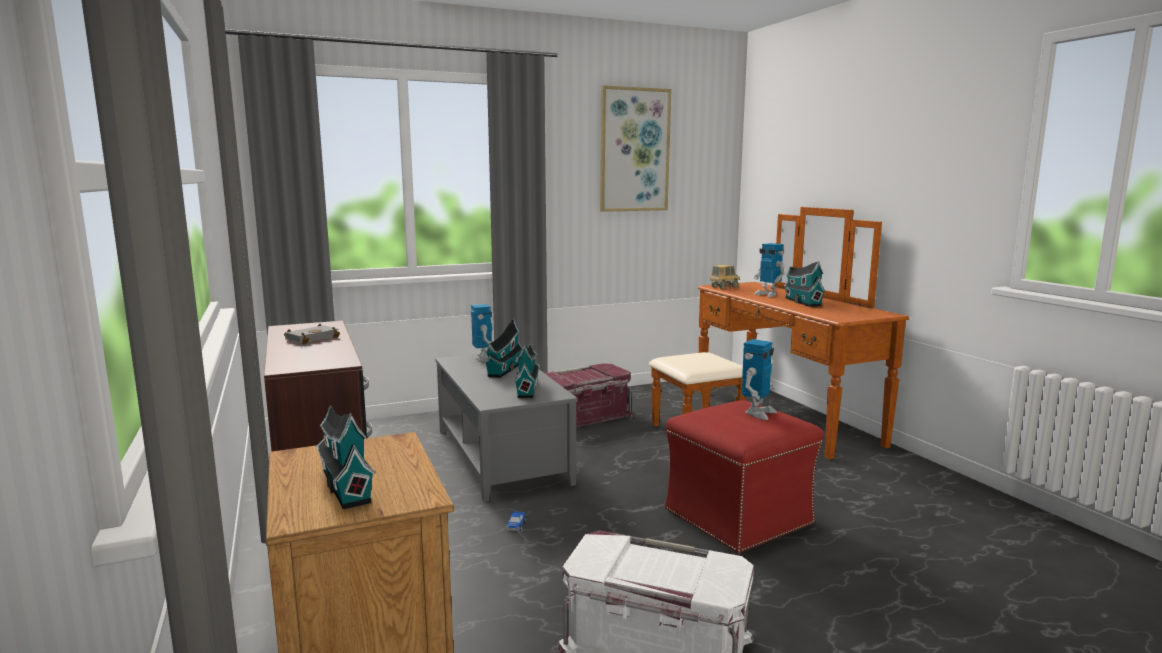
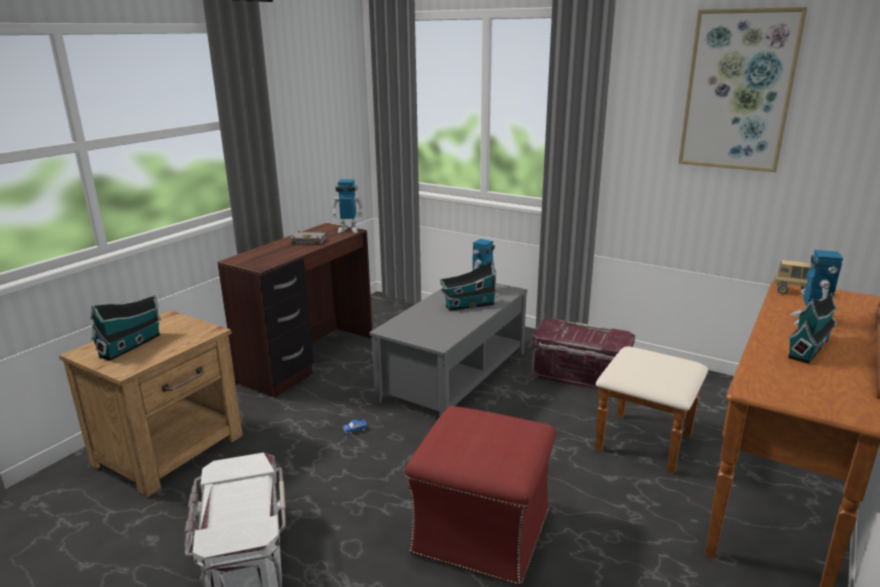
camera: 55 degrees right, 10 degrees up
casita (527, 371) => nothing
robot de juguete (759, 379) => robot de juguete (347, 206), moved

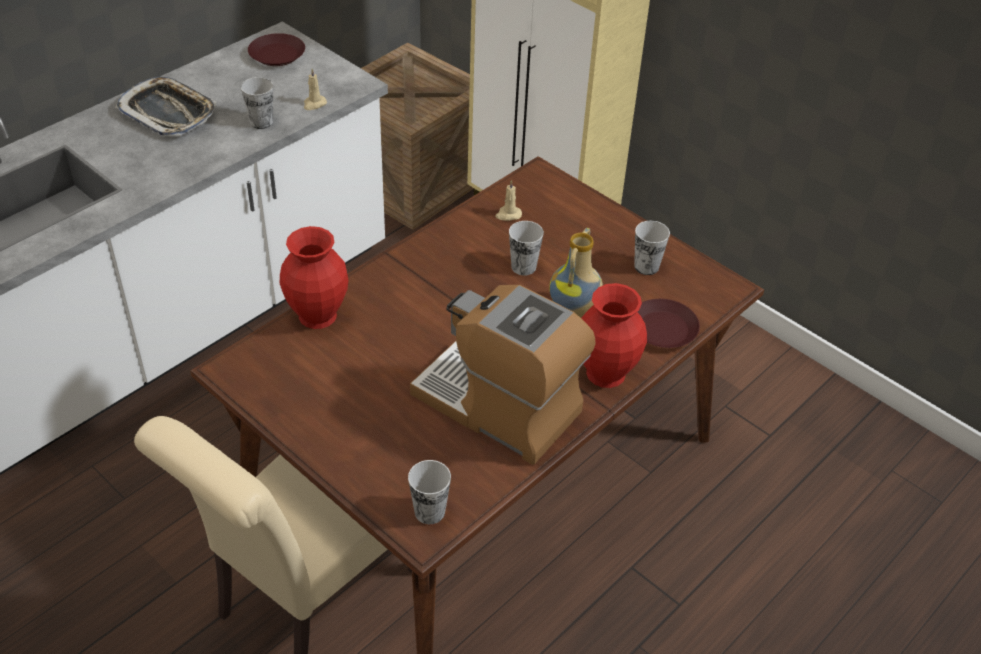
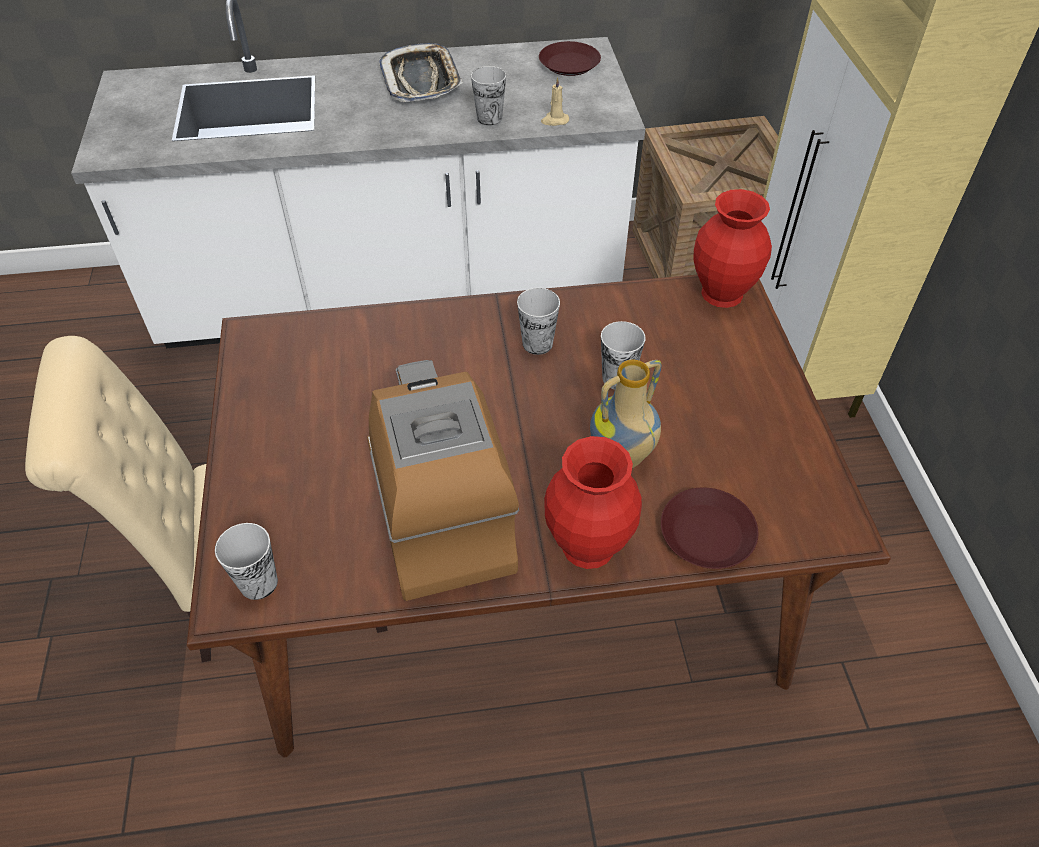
camera: 40 degrees right, 5 degrees up
florero (rojo) (314, 277) => florero (rojo) (733, 248), moved
vela (beis) (508, 200) => nothing
taza (652, 248) => taza (538, 321), moved

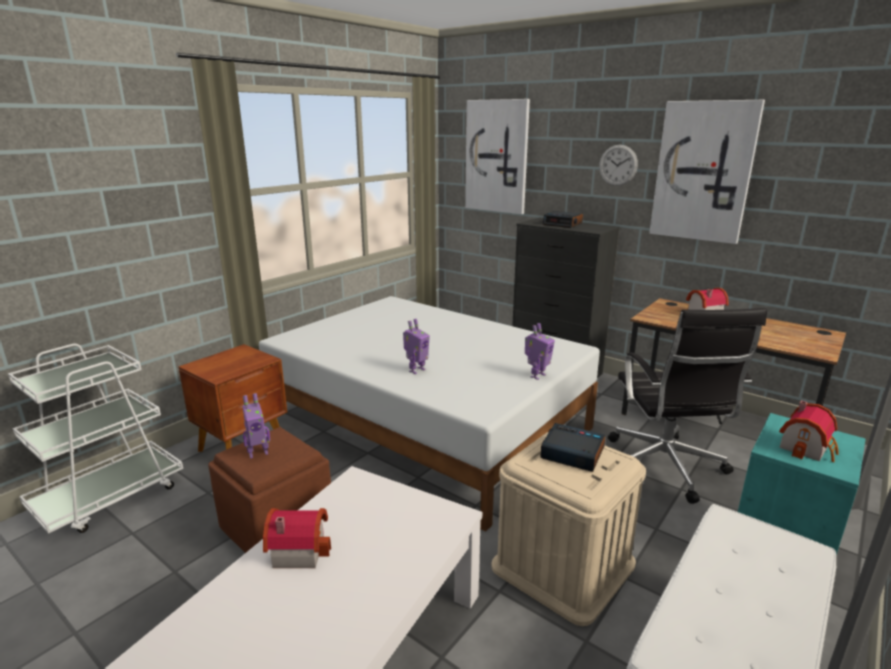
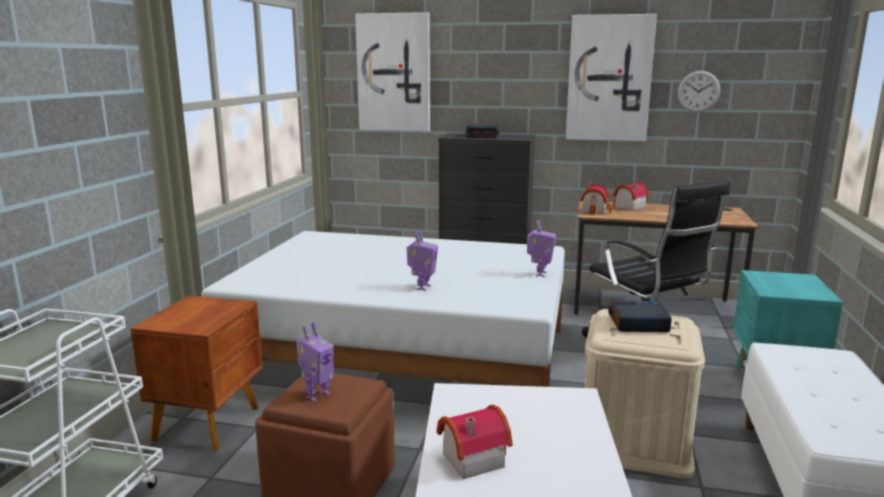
camera: 25 degrees left, 5 degrees down
reloj de pared (618, 165) => reloj de pared (698, 91), moved
casita (809, 431) => casita (596, 199), moved

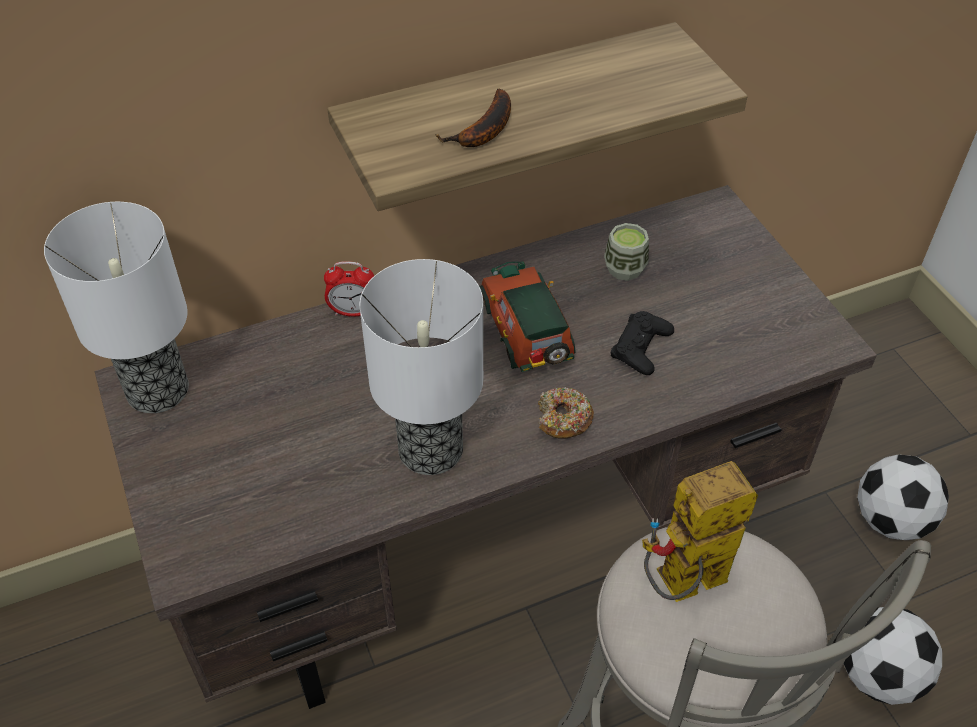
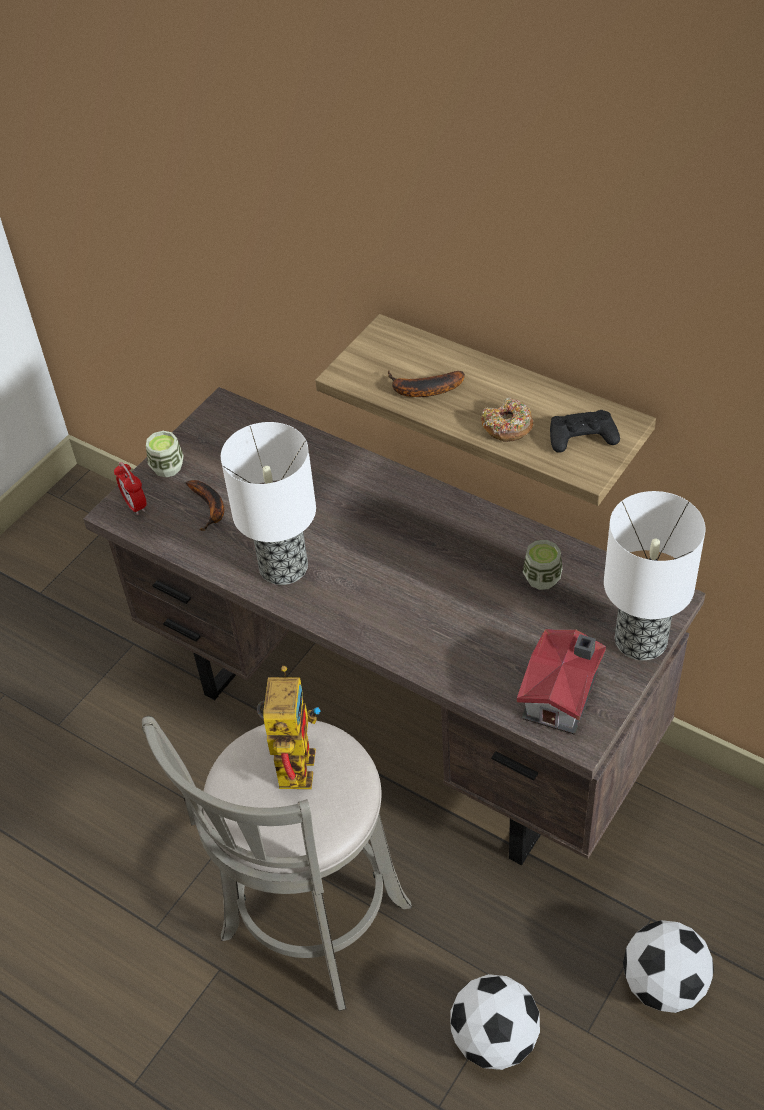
camera: 60 degrees right, 0 degrees up
lámpara de mesa (116, 307) => lámpara de mesa (654, 575), moved
despertador (349, 289) => despertador (130, 488), moved
coche de juguete (527, 317) => nothing
rosquilla (566, 413) => rosquilla (507, 420), moved
mando de consola (negro) (642, 343) => mando de consola (negro) (585, 431), moved
robot de juguete (700, 531) => robot de juguete (289, 727), 60 degrees clockwise
nothing => taza (165, 454)
nothing => plátano (205, 505)
nothing => casita (561, 681)

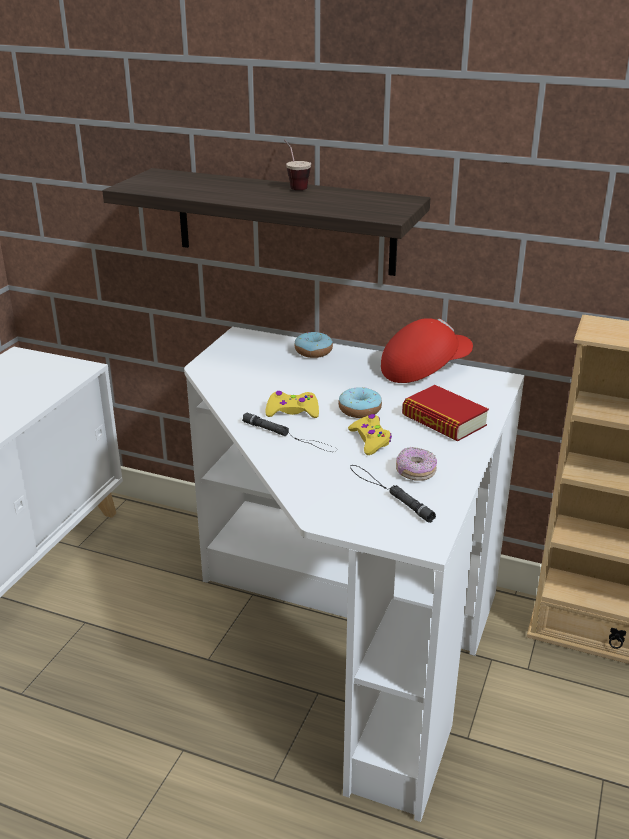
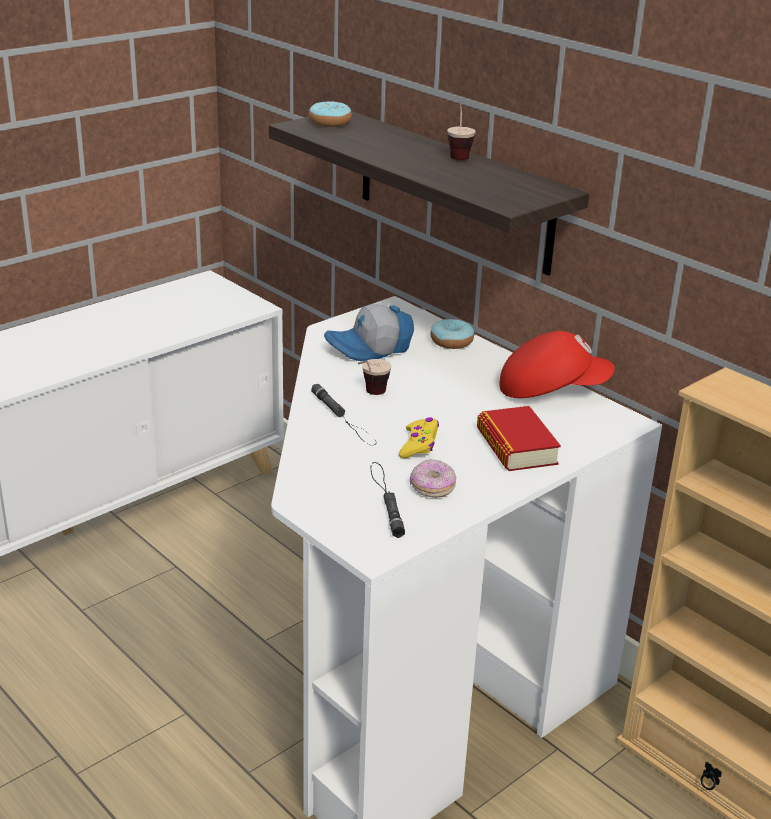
camera: 25 degrees right, 0 degrees up
mando de consola (amarillo) (292, 404) => taza (375, 377)
rosquilla (360, 402) => rosquilla (330, 114), moved
nothing => gorra (369, 332)

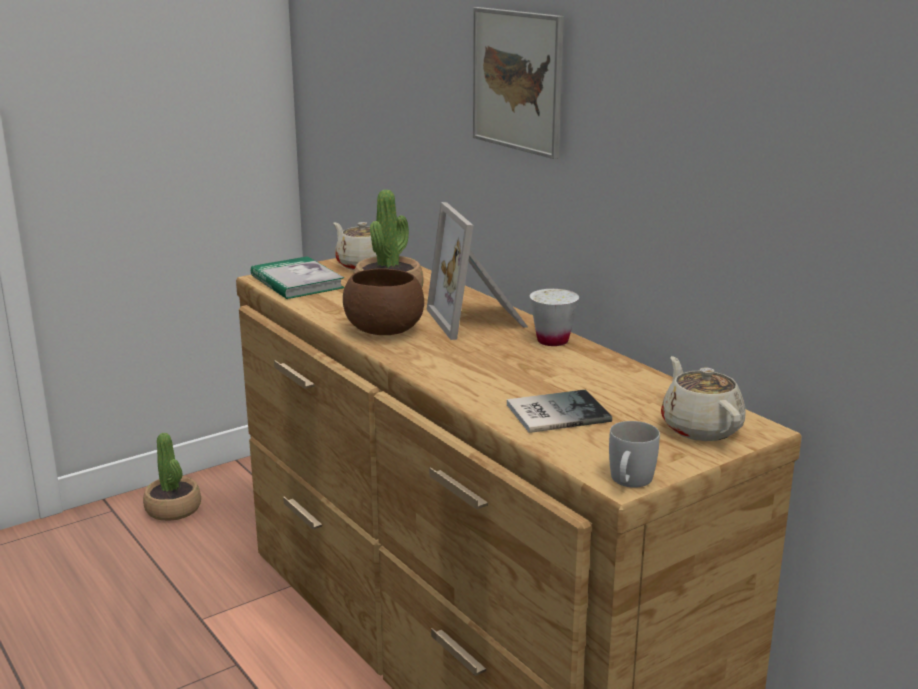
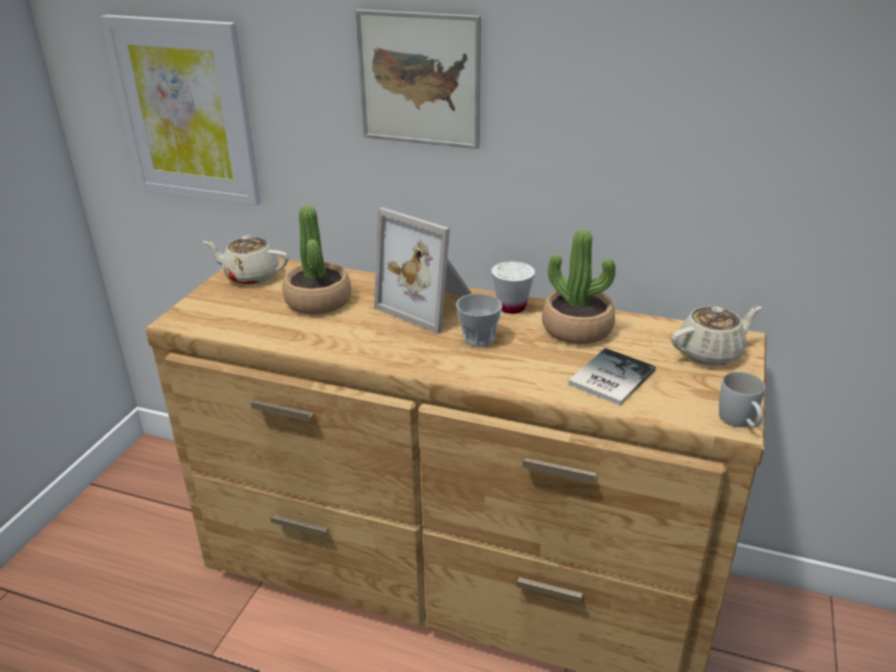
camera: 35 degrees left, 10 degrees up
planta en maceta (172, 477) => planta en maceta (579, 286), moved
libro (298, 277) => nothing
cuenco (marrón) (383, 301) => nothing
tetera (beis) (703, 398) => tetera (beis) (716, 336), 120 degrees clockwise
nothing => cuadro (181, 110)
nothing => taza (479, 320)

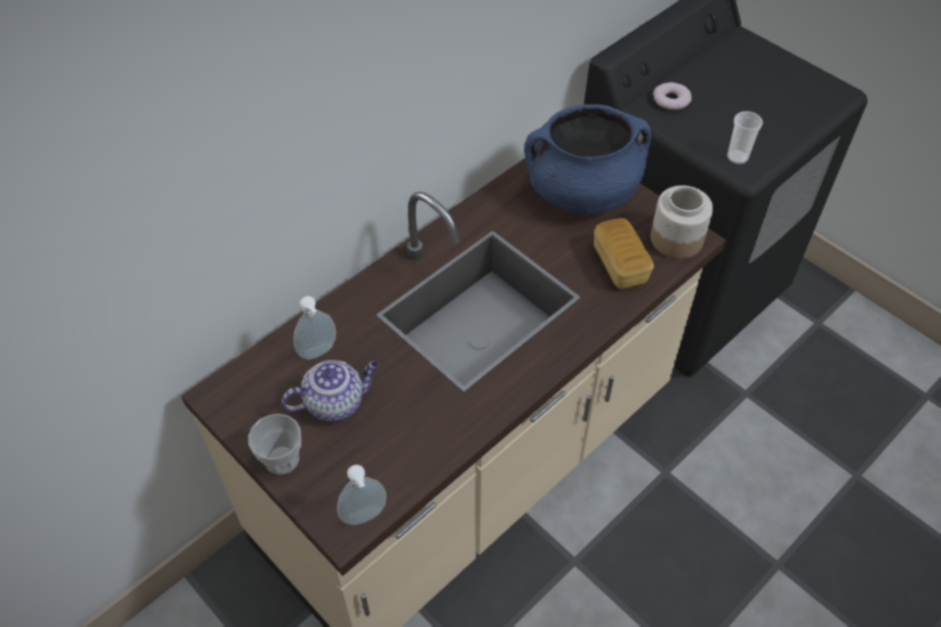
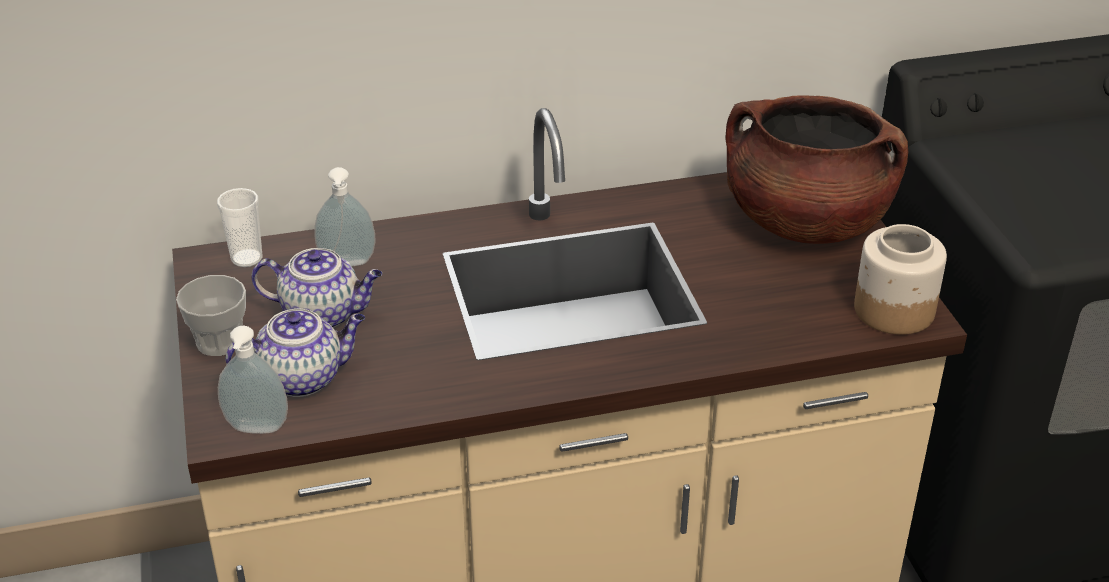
camera: 30 degrees right, 15 degrees down
olla (azul) (587, 159) => olla (marrón) (817, 169)
pan (624, 253) => nothing
rosquilla (672, 96) => nothing
taza (745, 137) => taza (239, 227), moved
nothing => tetera (295, 353)

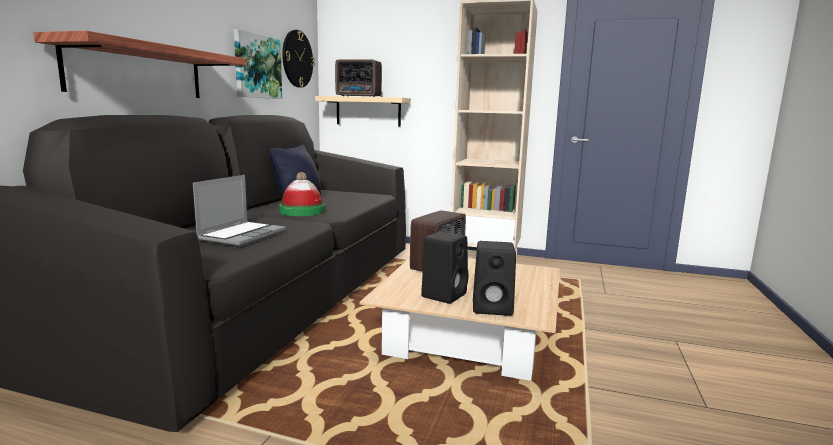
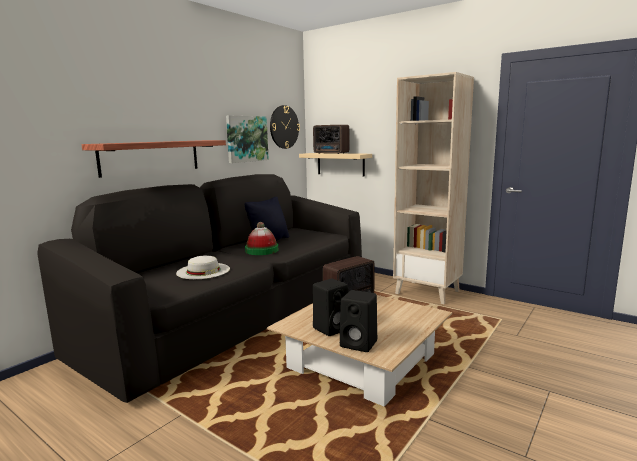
camera: 20 degrees right, 0 degrees up
portátil (239, 210) => sombrero (blanco) (203, 267)

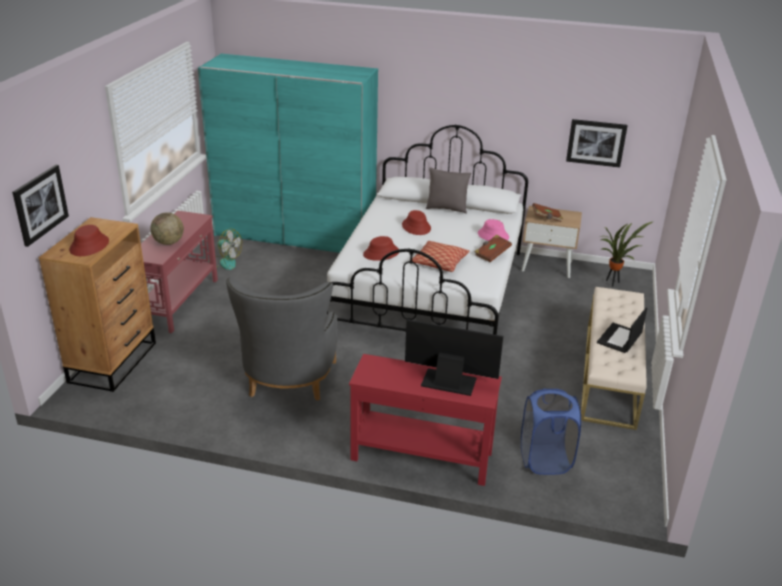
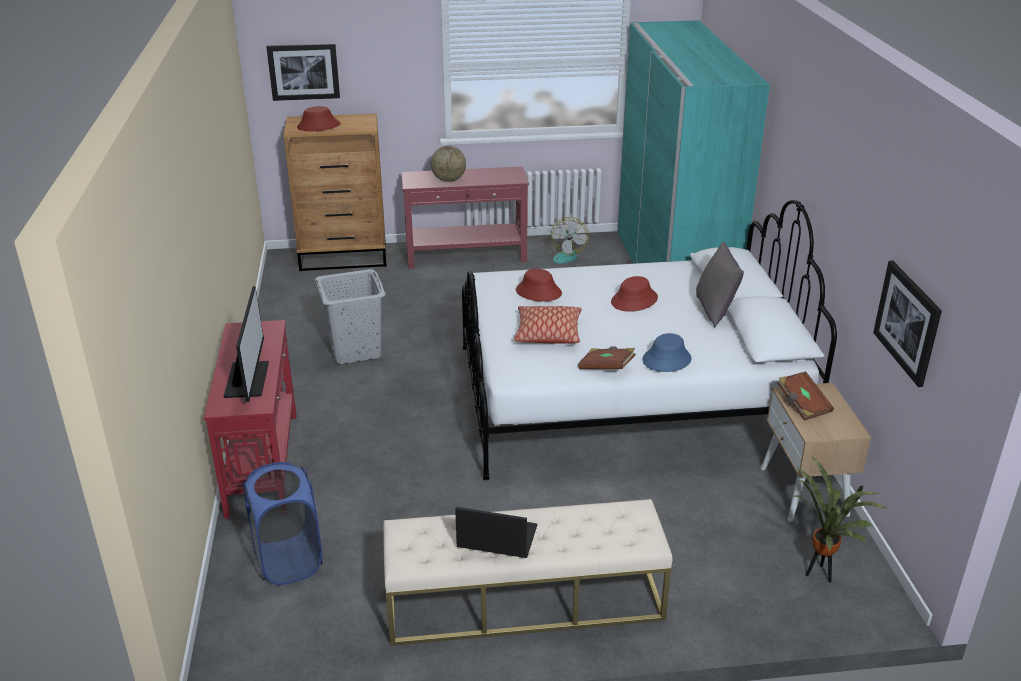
camera: 70 degrees right, 0 degrees up
sillón (gris) (281, 339) => cesto de la ropa (gris) (350, 316)
sombrero (rosa) (493, 230) => sombrero (azul) (667, 352)

